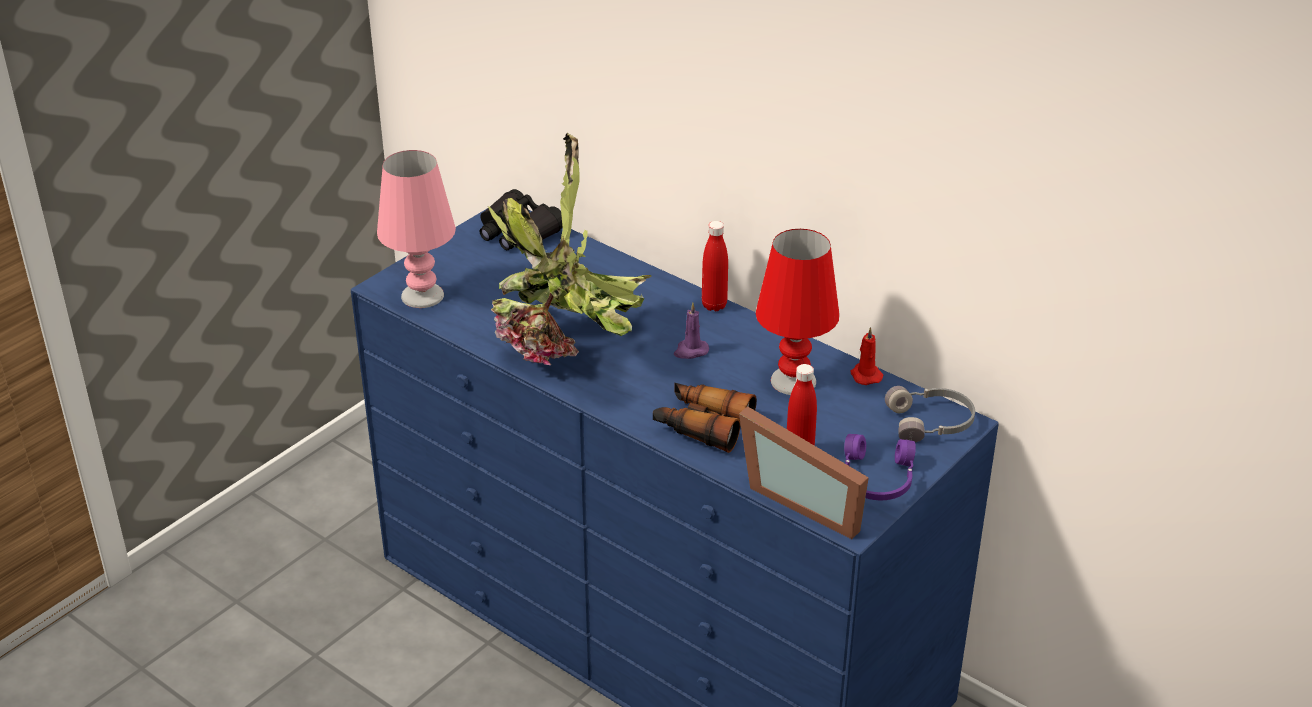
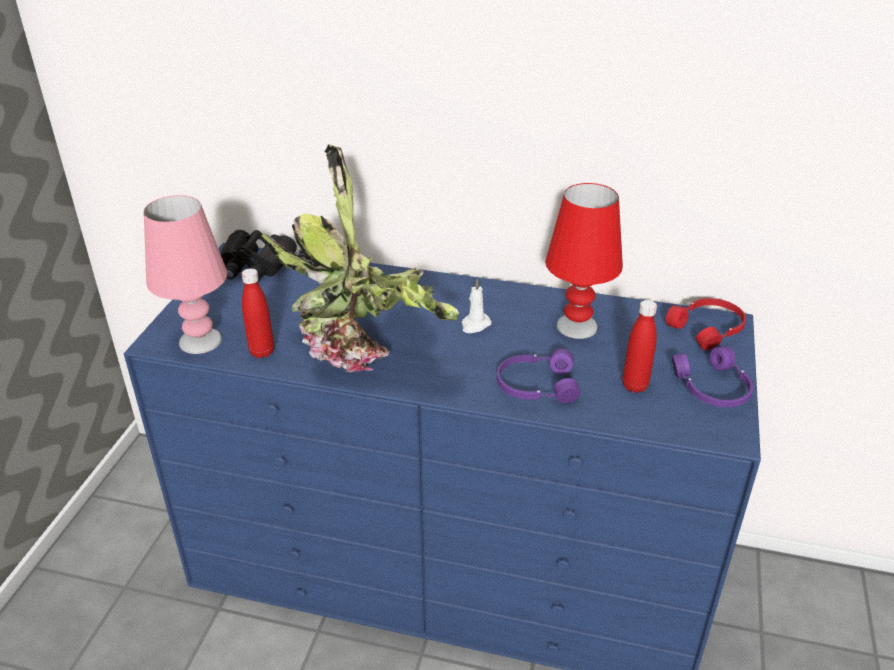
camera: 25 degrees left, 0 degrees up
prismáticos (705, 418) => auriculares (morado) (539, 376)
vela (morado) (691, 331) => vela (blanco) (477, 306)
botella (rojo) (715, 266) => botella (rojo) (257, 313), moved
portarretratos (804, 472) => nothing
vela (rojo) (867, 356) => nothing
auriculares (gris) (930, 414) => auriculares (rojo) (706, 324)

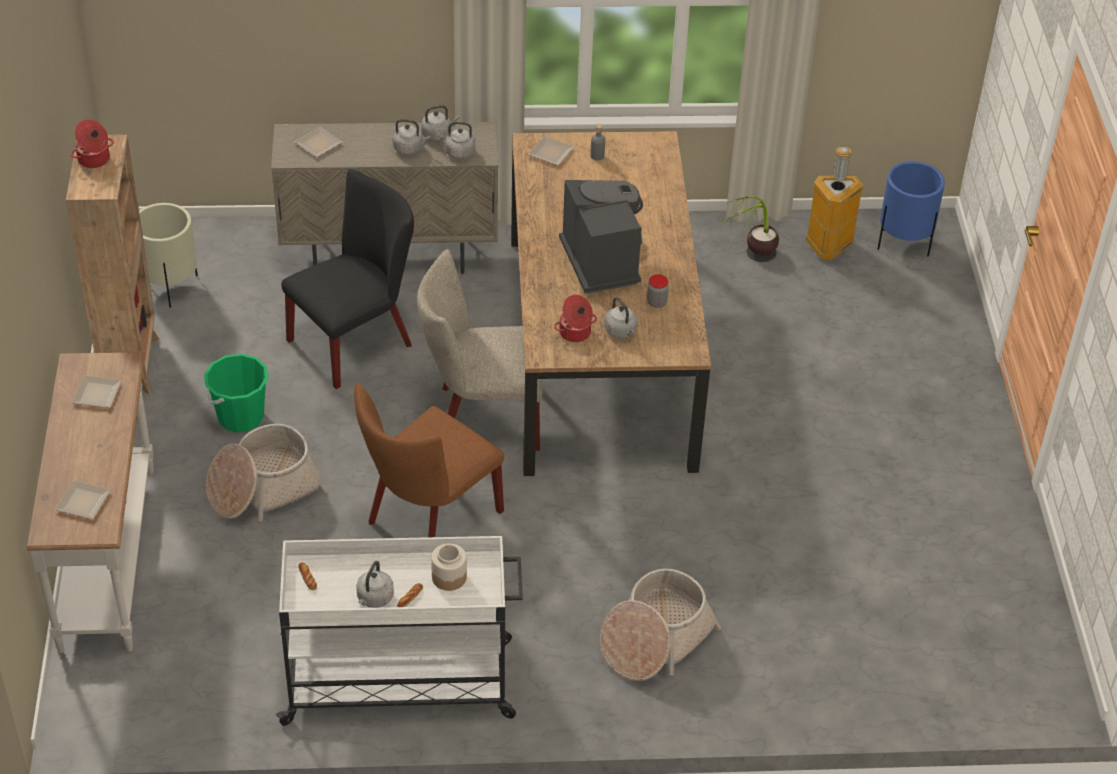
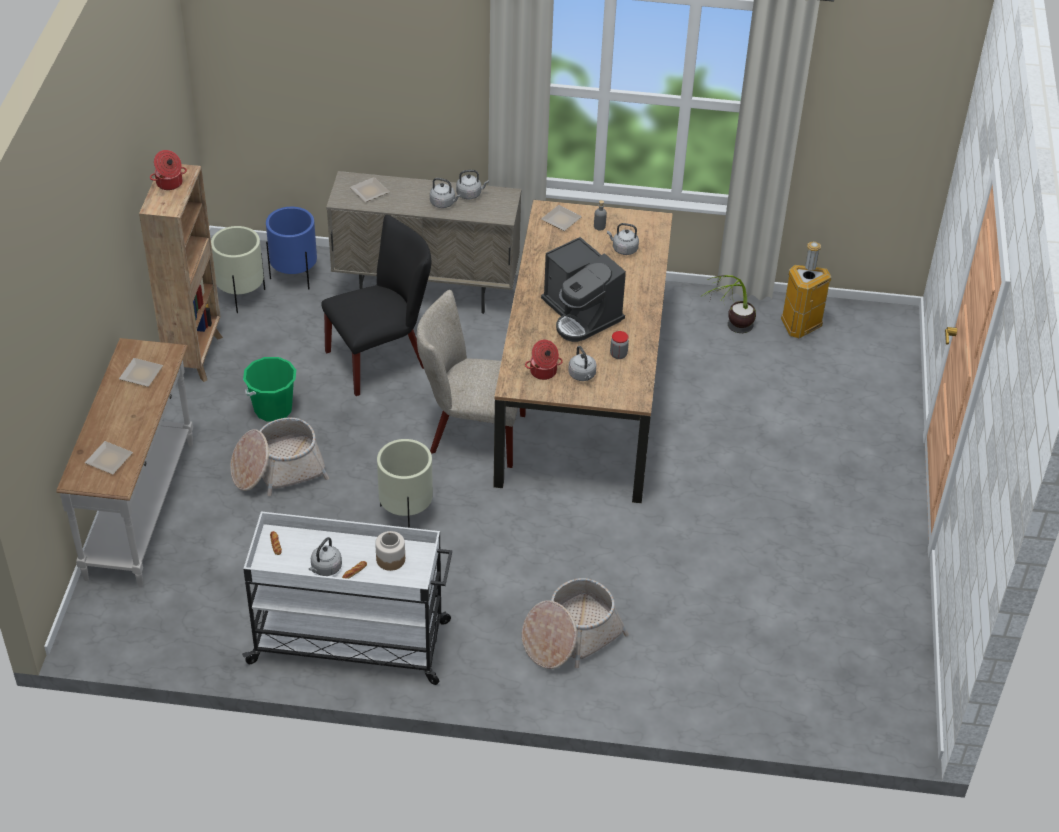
camera: 10 degrees right, 0 degrees up
silla (marrón) (429, 459) => maceta (beis) (405, 483)
hervidor (gris) (456, 140) => hervidor (gris) (623, 239), moved
cafetera (601, 237) => cafetera (583, 289), 150 degrees clockwise
maceta (azul) (911, 208) => maceta (azul) (291, 248), moved

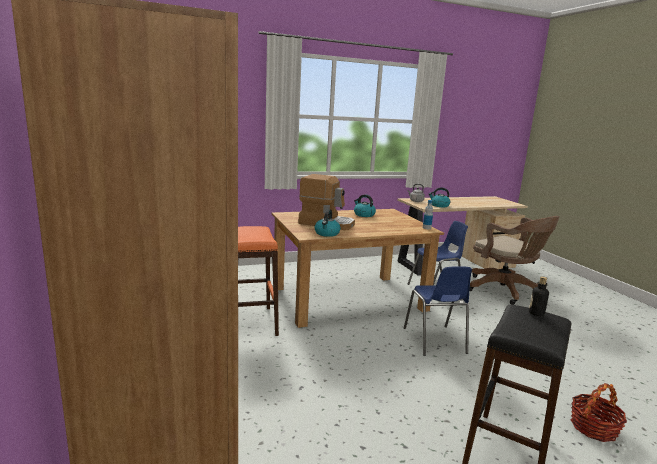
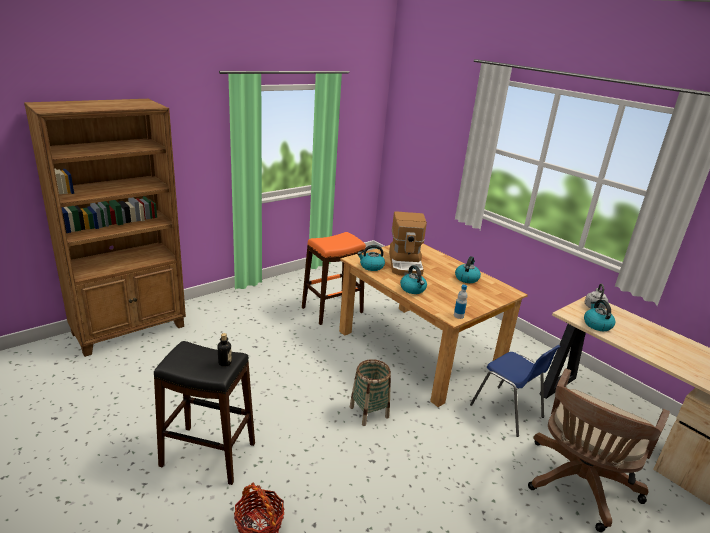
camera: 70 degrees right, 10 degrees up
silla (azul) (438, 311) => cesta (370, 392)
nothing => hervidor (413, 279)

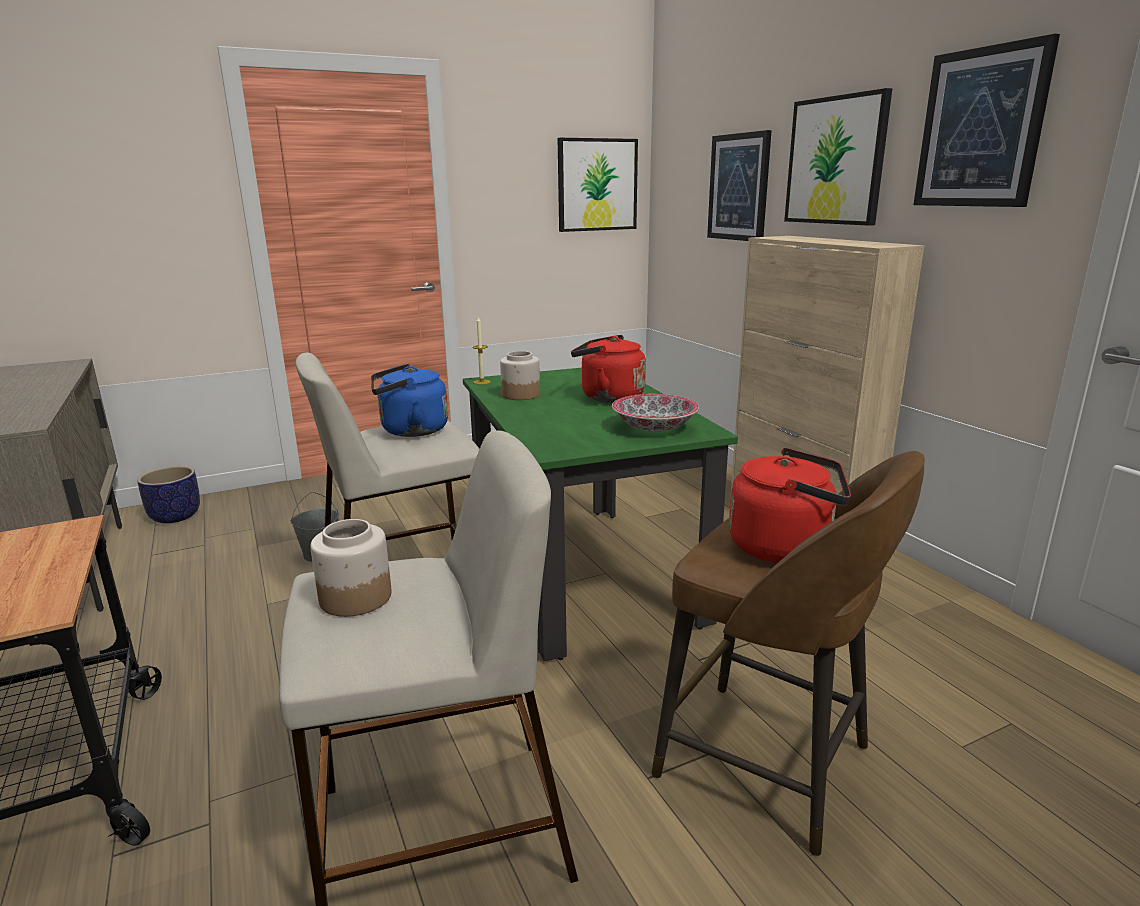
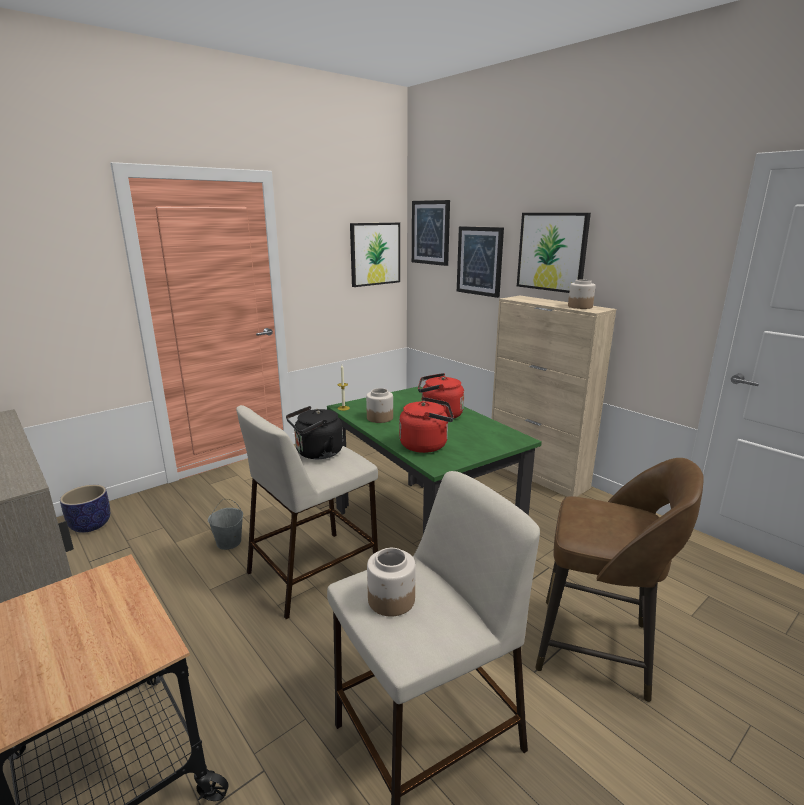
camera: 15 degrees left, 0 degrees up
hervidor (azul) (409, 400) => hervidor (negro) (314, 432)
cuenco (655, 412) => nothing
hervidor (rojo) (790, 505) => hervidor (rojo) (426, 425), moved
cuadro (986, 120) => cuadro (431, 233), moved
nothing => tarro (582, 294)

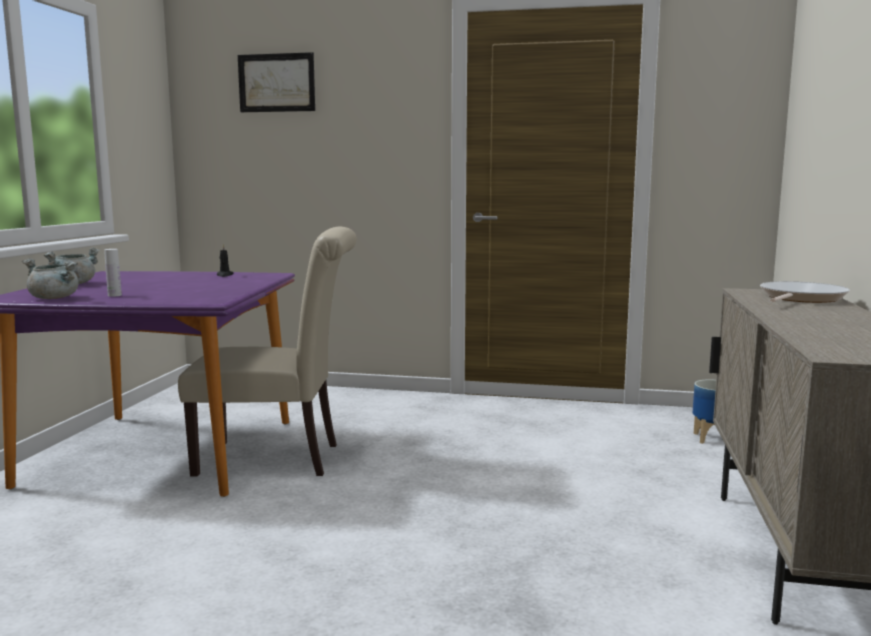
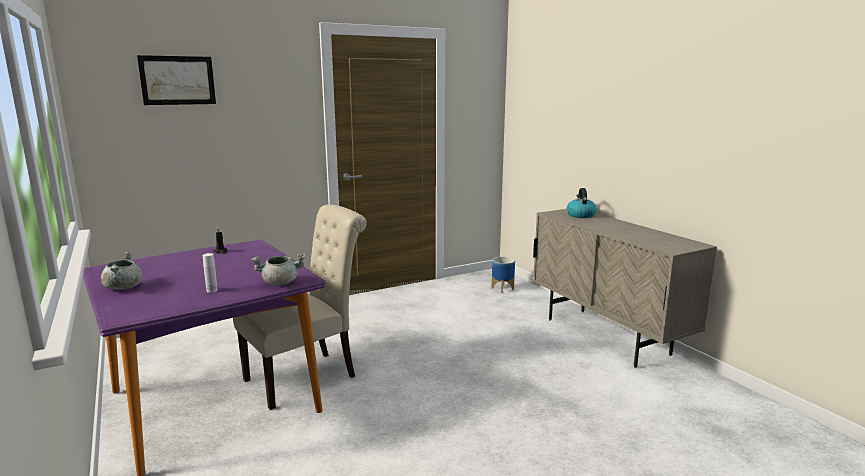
camera: 40 degrees left, 5 degrees up
olla (gris) (50, 278) => olla (gris) (278, 269), moved
sartén (805, 292) => hervidor (582, 203)

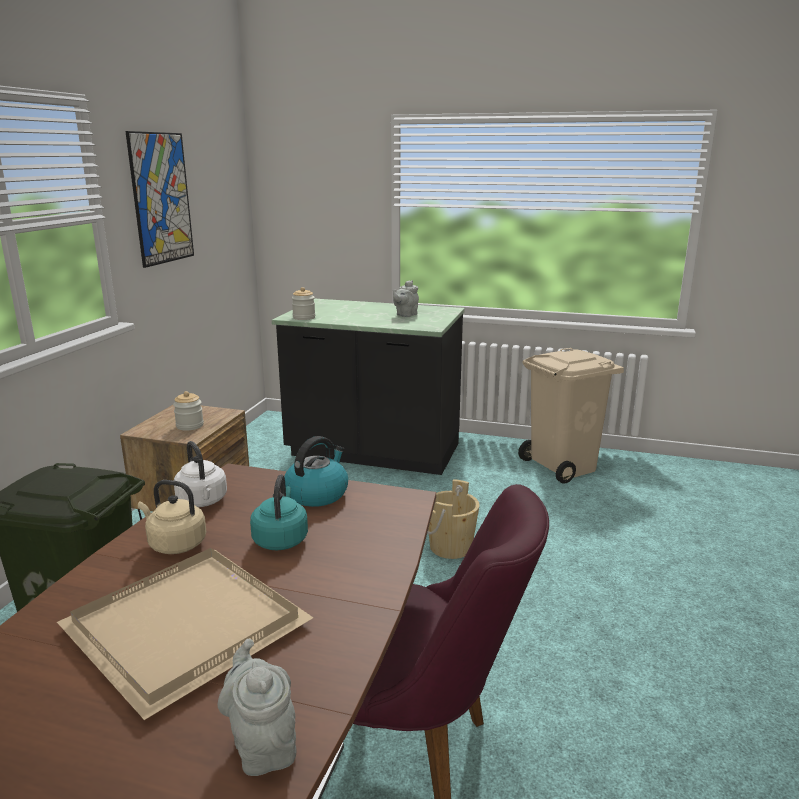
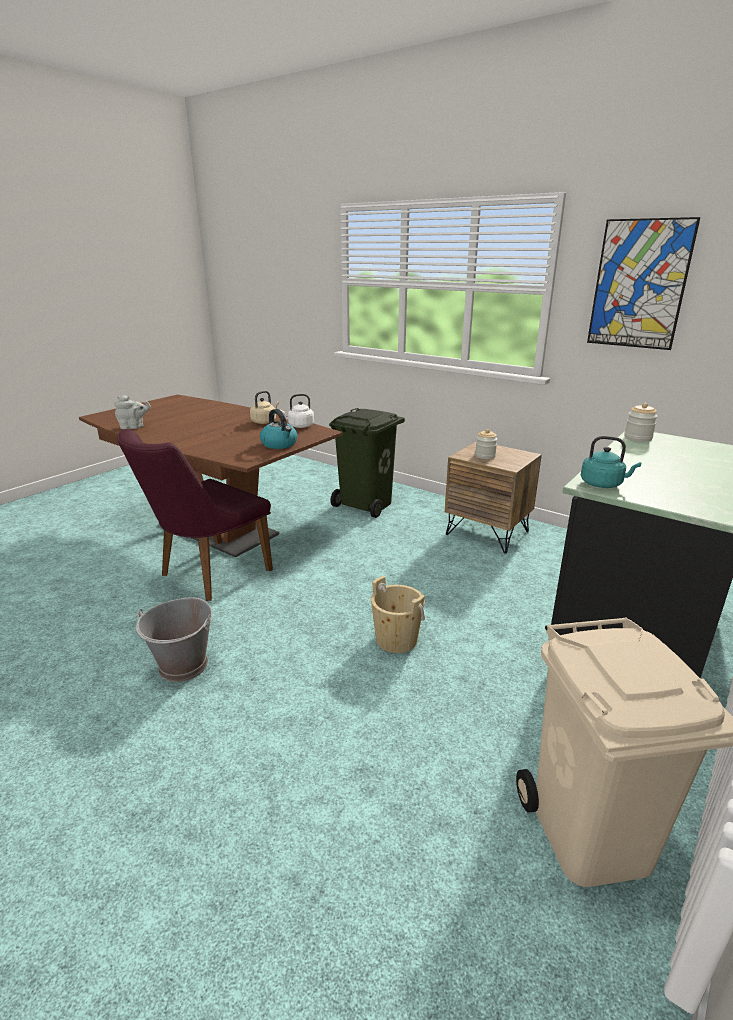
camera: 110 degrees right, 5 degrees up
bandeja (beis) (185, 634) => nothing
hervidor (turquesa) (279, 512) => hervidor (turquesa) (611, 462), moved
tetera (gris) (406, 298) => nothing
nothing => cubo (gris) (174, 639)

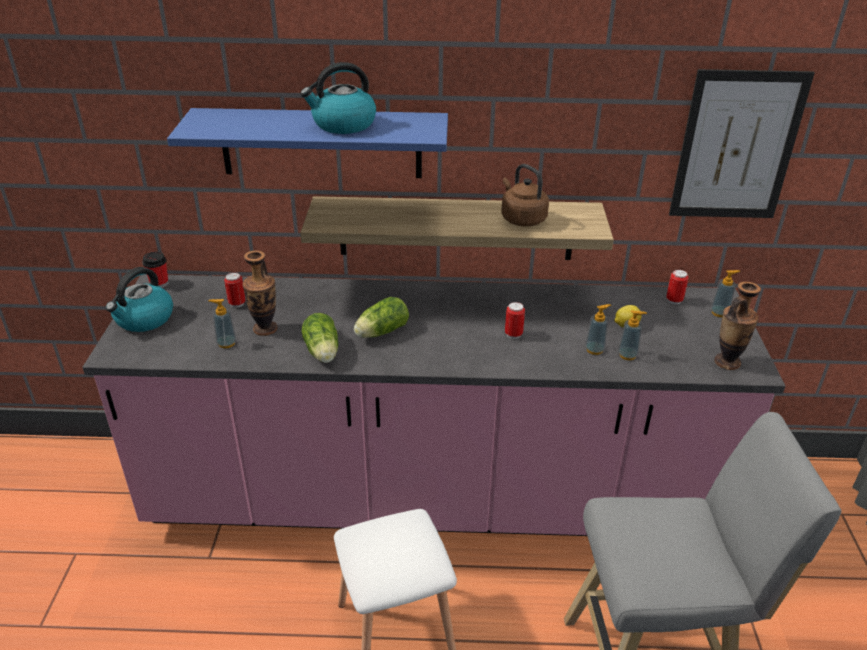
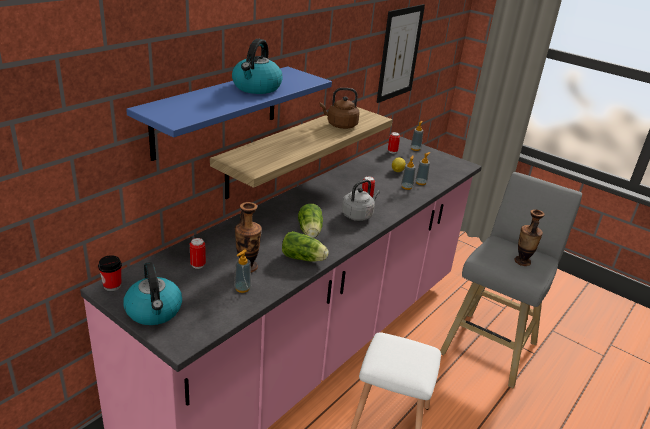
camera: 55 degrees left, 5 degrees down
florero (738, 326) => florero (529, 237), moved
nothing => hervidor (gris) (361, 200)

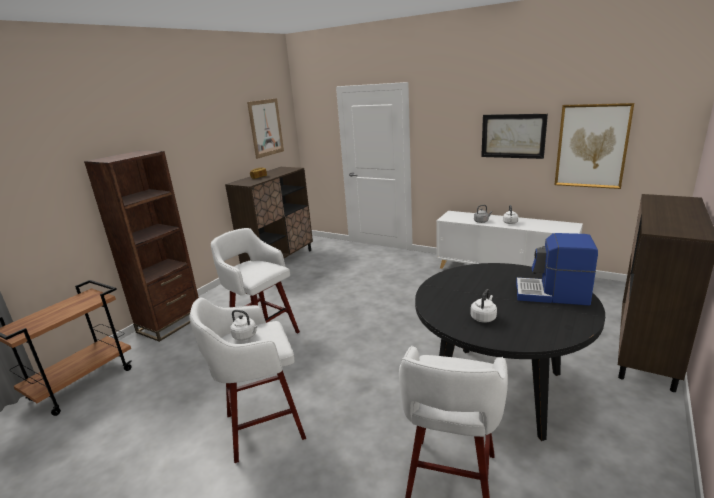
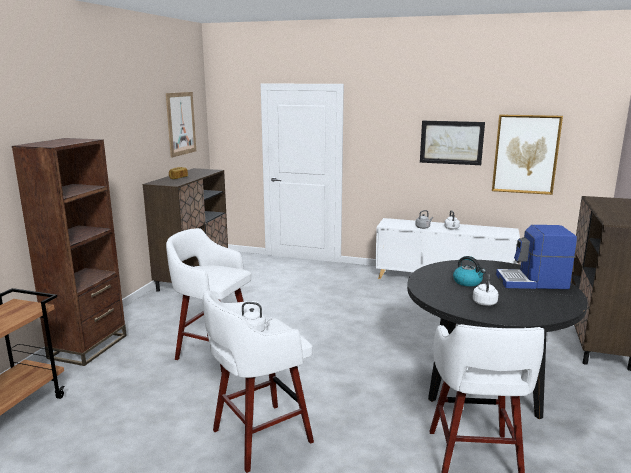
camera: 15 degrees left, 5 degrees down
nothing => hervidor (469, 271)

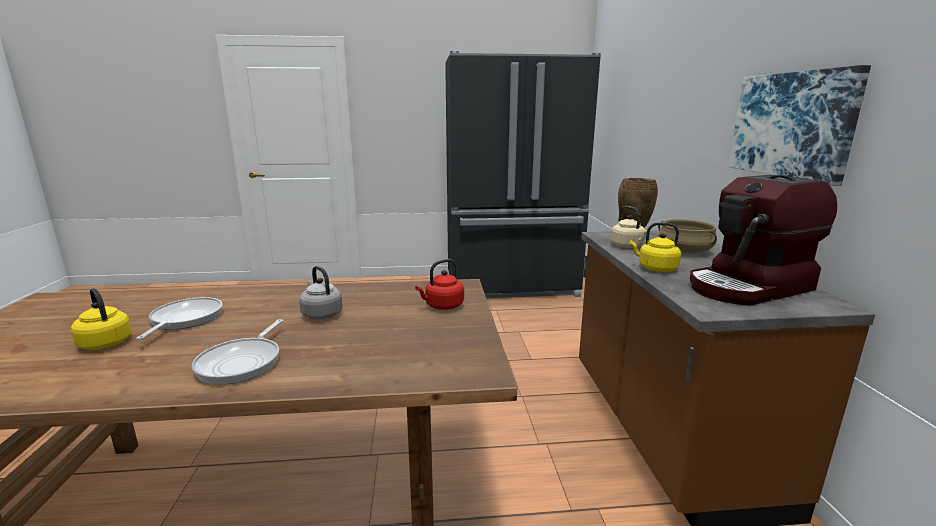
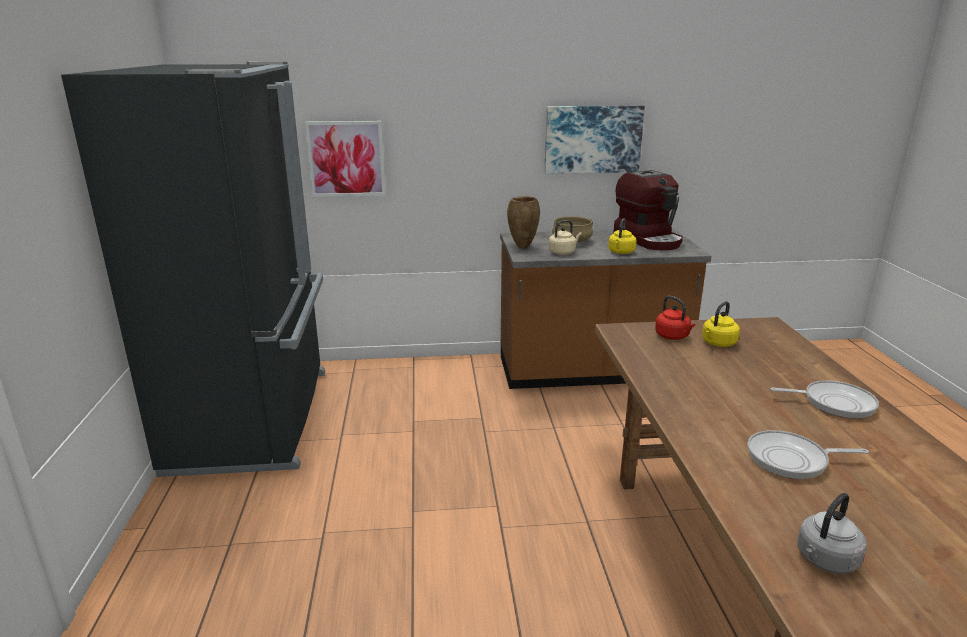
camera: 90 degrees left, 5 degrees up
hervidor (amarillo) (101, 319) => hervidor (amarillo) (721, 324), moved
hervidor (gris) (321, 293) => hervidor (gris) (832, 533), moved
nothing => cuadro (345, 159)

